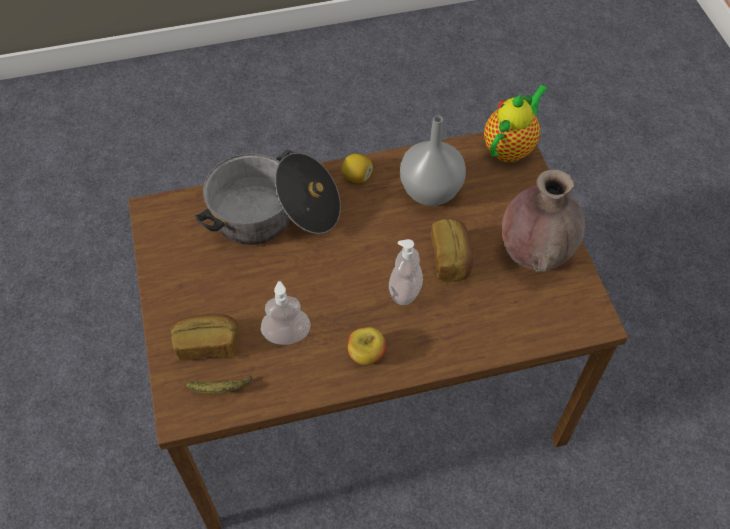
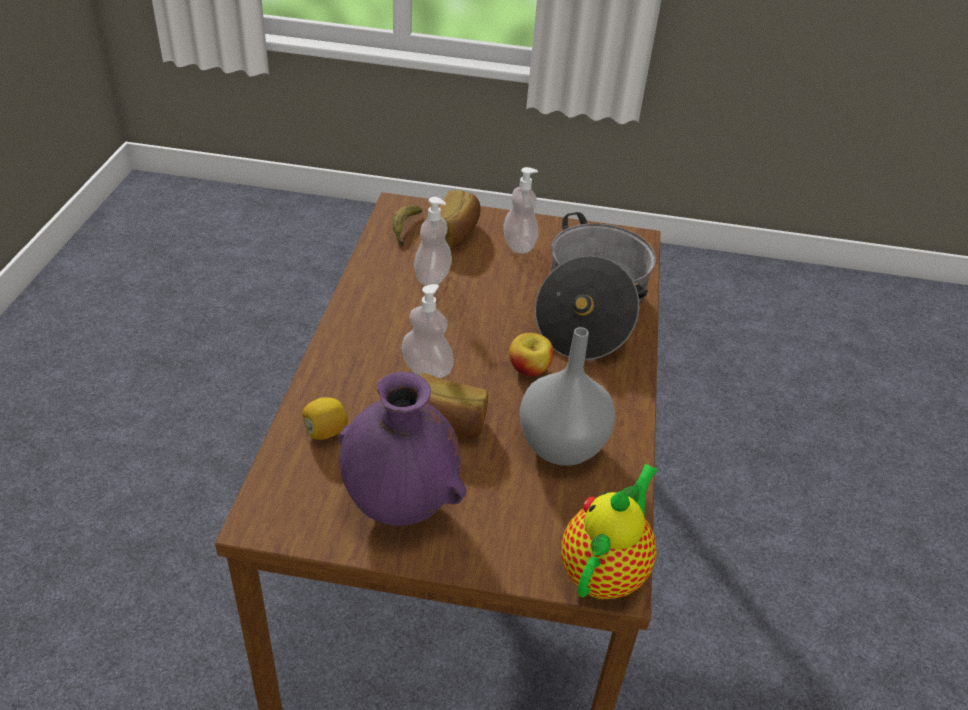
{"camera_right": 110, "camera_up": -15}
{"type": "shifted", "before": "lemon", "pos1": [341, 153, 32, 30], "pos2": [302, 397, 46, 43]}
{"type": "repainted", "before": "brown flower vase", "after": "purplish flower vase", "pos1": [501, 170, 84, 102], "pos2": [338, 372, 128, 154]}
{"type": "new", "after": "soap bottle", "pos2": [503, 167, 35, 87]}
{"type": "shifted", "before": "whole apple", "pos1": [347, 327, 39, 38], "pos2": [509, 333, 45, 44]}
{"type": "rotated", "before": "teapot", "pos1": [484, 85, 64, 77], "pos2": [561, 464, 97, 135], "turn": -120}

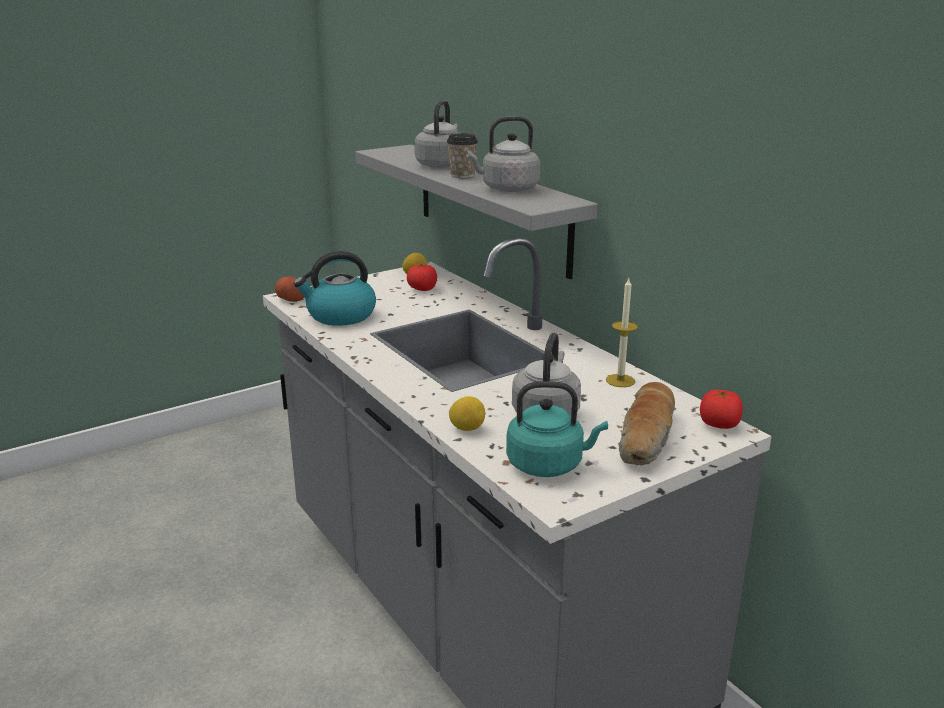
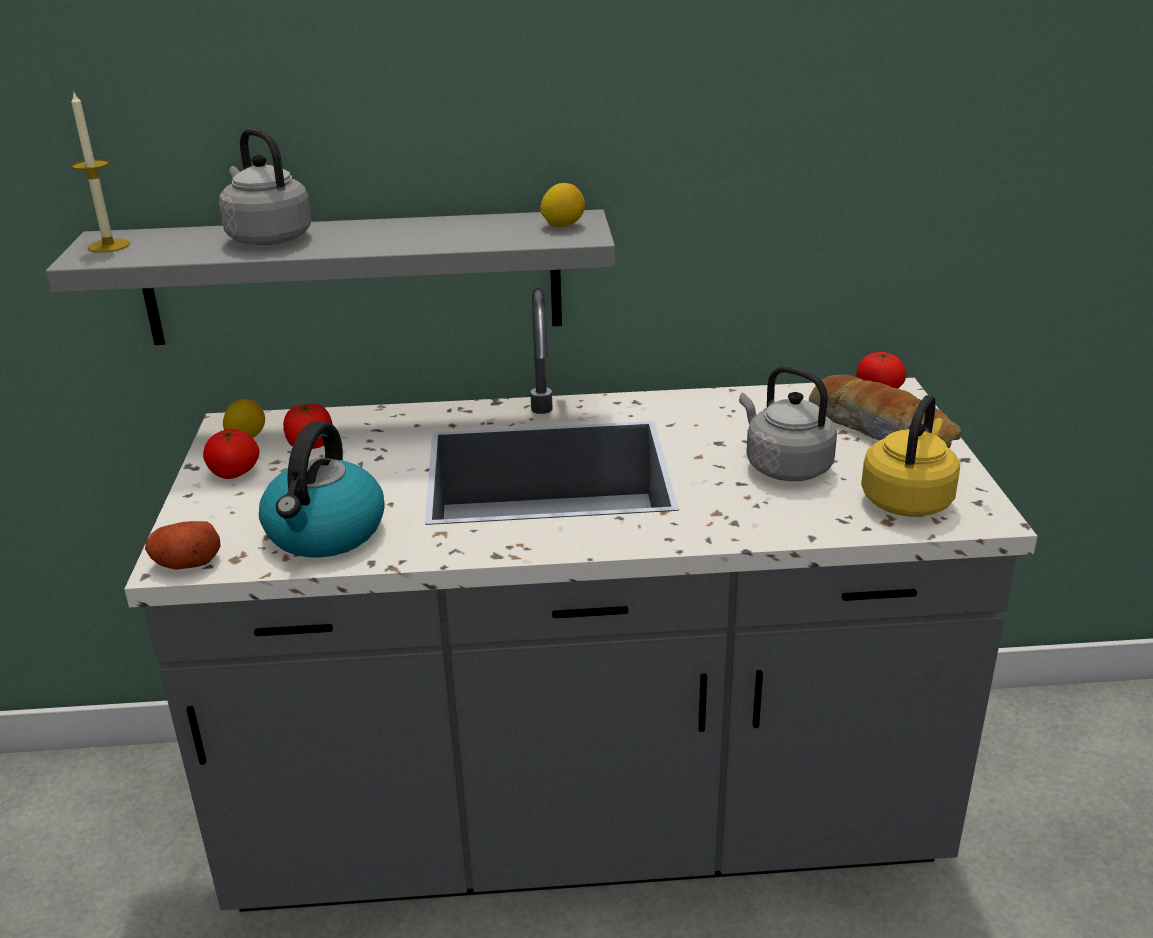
{"camera_right": -60, "camera_up": 5}
{"type": "shifted", "before": "candle", "pos1": [606, 278, 32, 109], "pos2": [71, 90, 59, 163]}
{"type": "new", "after": "tomato", "pos2": [203, 429, 57, 50]}
{"type": "shifted", "before": "lemon", "pos1": [449, 396, 36, 35], "pos2": [540, 183, 45, 44]}
{"type": "repainted", "before": "turquoise-coloured kettle", "after": "yellowish kettle", "pos1": [506, 381, 102, 96], "pos2": [861, 395, 99, 122]}
{"type": "gone", "before": "cup", "pos1": [447, 133, 31, 45]}
{"type": "gone", "before": "greyish kettle", "pos1": [466, 116, 74, 76]}

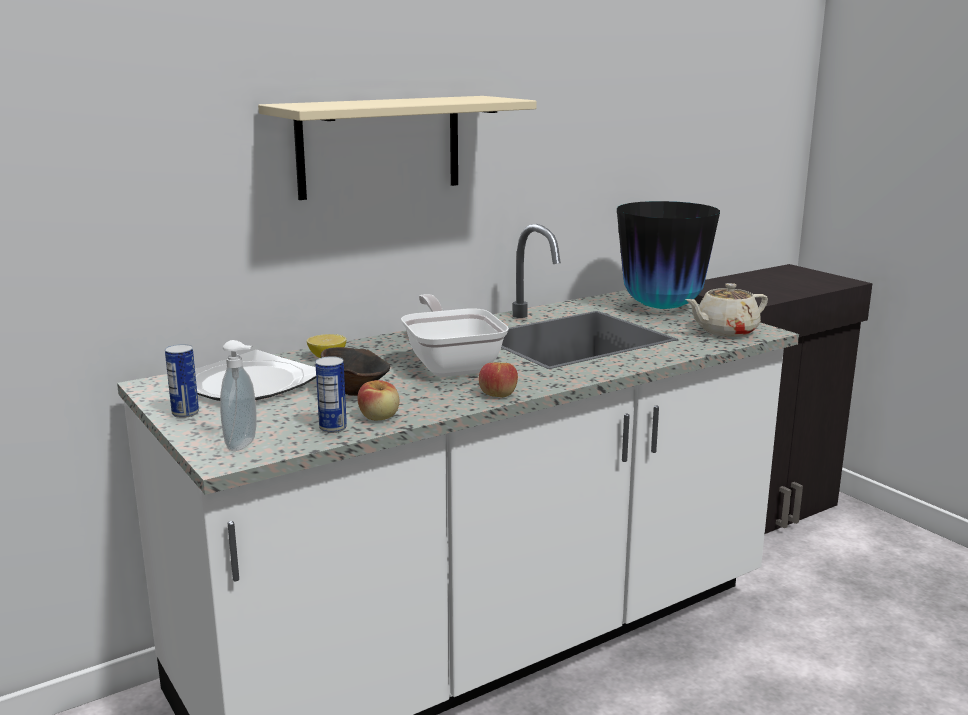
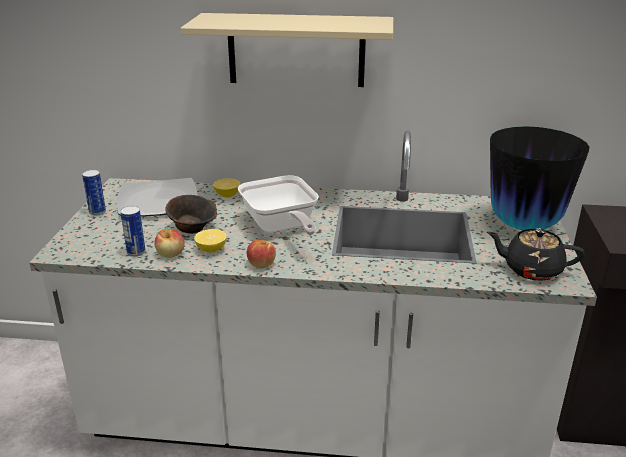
{"camera_right": 40, "camera_up": 10}
{"type": "new", "after": "lemon", "pos2": [194, 229, 33, 24]}
{"type": "rotated", "before": "skillet", "pos1": [401, 294, 108, 83], "pos2": [238, 175, 81, 60], "turn": 135}
{"type": "repainted", "before": "beige-coloured teapot", "after": "black-coloured teapot", "pos1": [686, 283, 82, 54], "pos2": [487, 228, 98, 53]}
{"type": "gone", "before": "soap bottle", "pos1": [220, 340, 37, 111]}

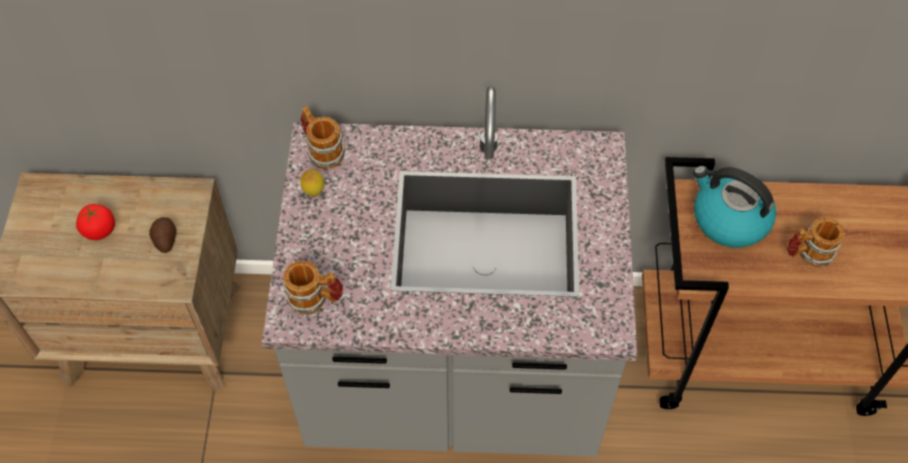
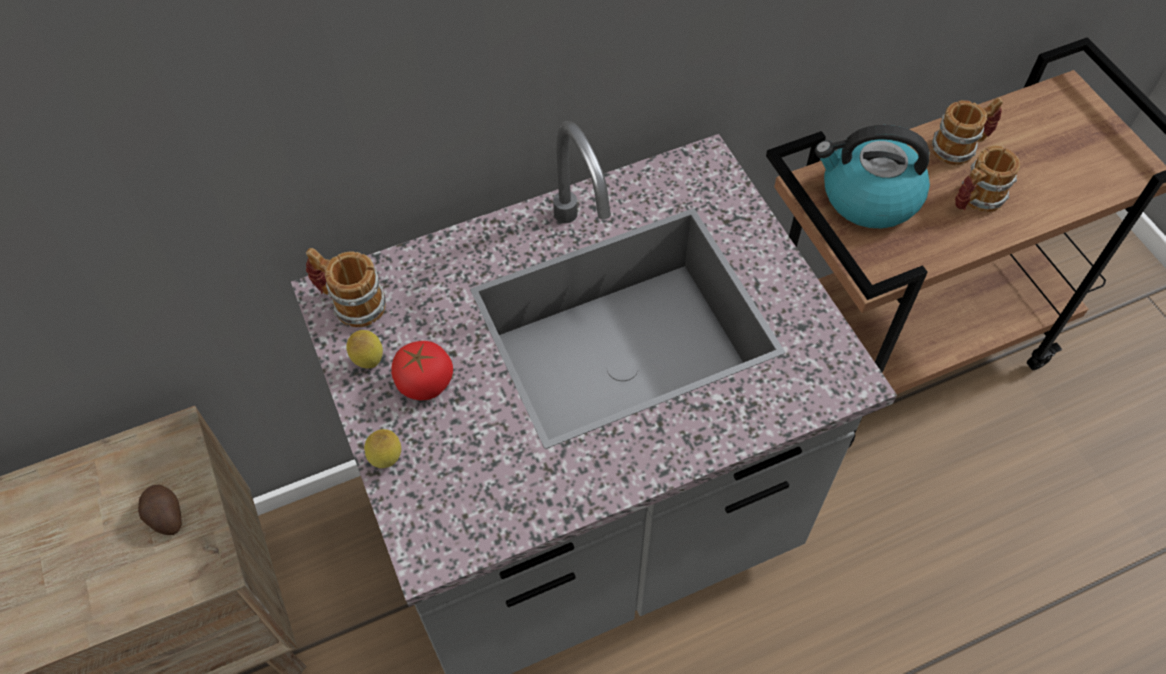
{"camera_right": -25, "camera_up": 0}
{"type": "new", "after": "lemon", "pos2": [364, 429, 37, 39]}
{"type": "shifted", "before": "tomato", "pos1": [76, 204, 39, 36], "pos2": [391, 341, 62, 59]}
{"type": "shifted", "before": "coffee mug", "pos1": [283, 261, 60, 54], "pos2": [932, 97, 71, 68]}

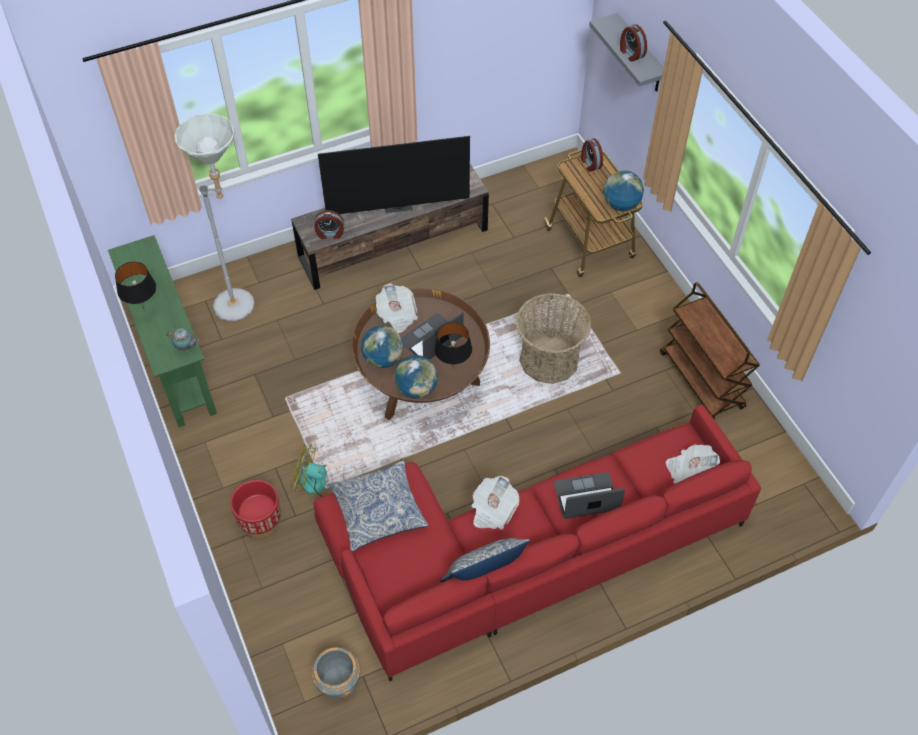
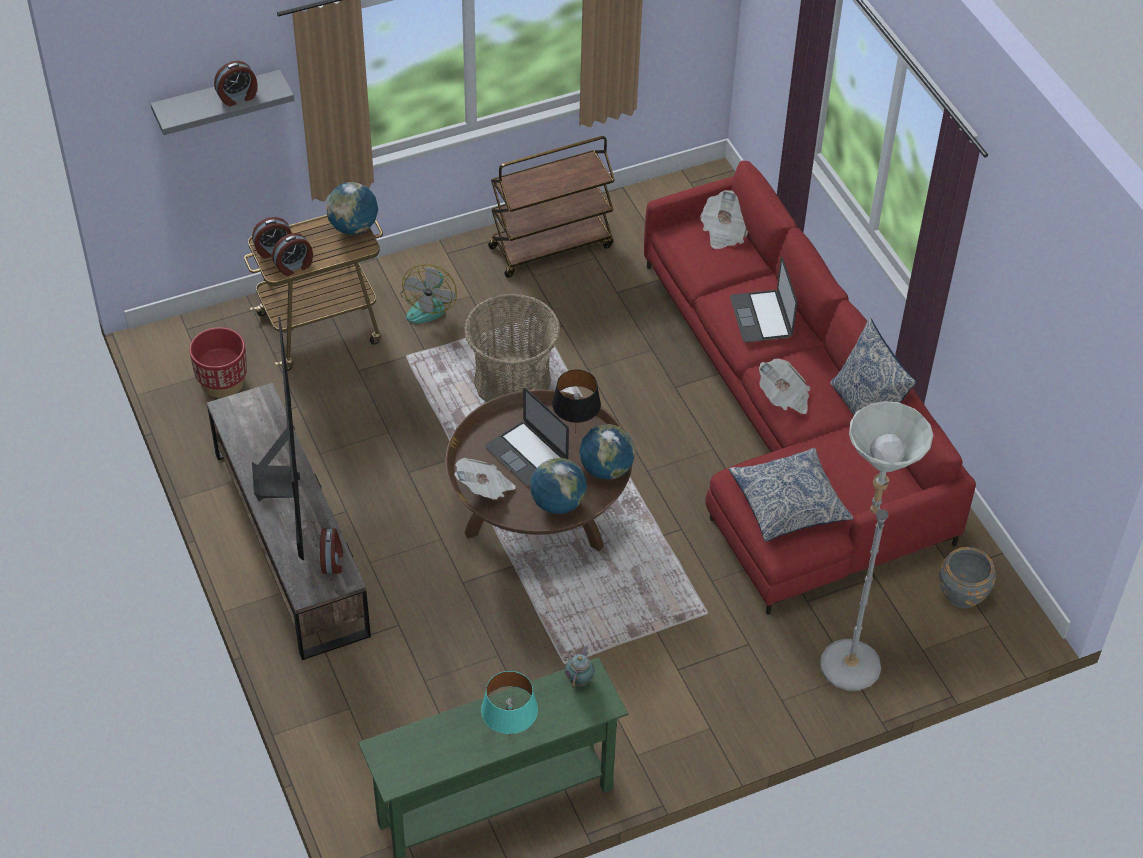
{"camera_right": -90, "camera_up": -5}
{"type": "shifted", "before": "red-coloured plant pot", "pos1": [230, 480, 51, 58], "pos2": [189, 327, 58, 71]}
{"type": "new", "after": "alarm clock", "pos2": [272, 233, 41, 43]}
{"type": "shifted", "before": "electric fan", "pos1": [291, 444, 53, 53], "pos2": [400, 264, 57, 60]}
{"type": "repainted", "before": "black-coloured lamp for a table", "after": "turquoise-coloured lamp for a table", "pos1": [115, 262, 41, 48], "pos2": [481, 671, 57, 66]}
{"type": "shifted", "before": "greyish standard lamp", "pos1": [174, 113, 80, 208], "pos2": [820, 401, 113, 290]}

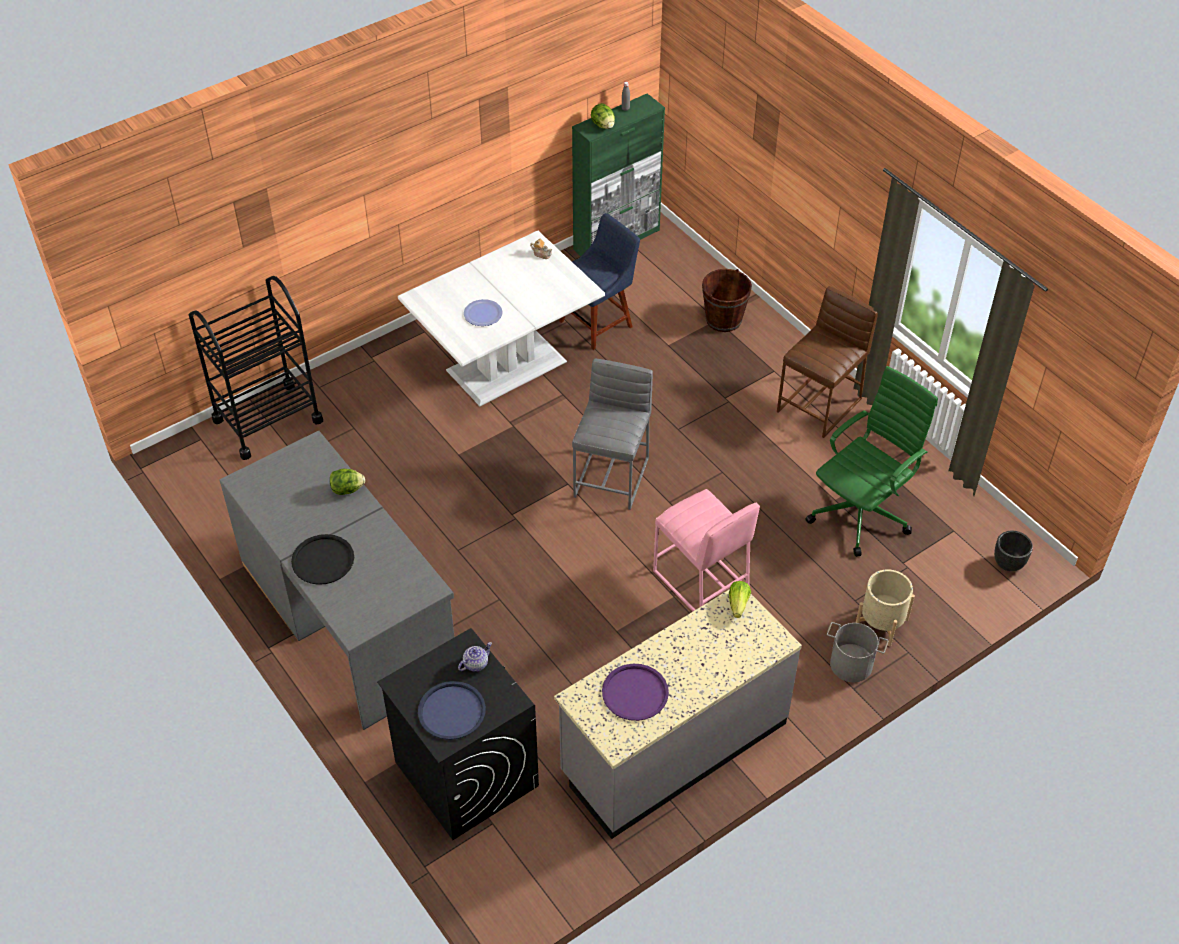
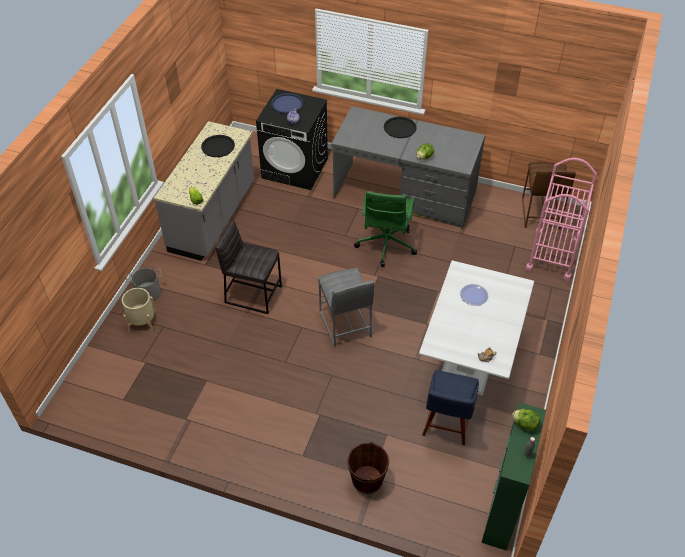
{"camera_right": 145, "camera_up": 0}
{"type": "repainted", "before": "purplish serving tray", "after": "black-coloured serving tray", "pos1": [602, 664, 67, 57], "pos2": [201, 135, 34, 22]}
{"type": "repainted", "before": "pink-coloured sitting stool", "after": "greyish sitting stool", "pos1": [653, 489, 107, 122], "pos2": [215, 220, 67, 94]}
{"type": "shifted", "before": "green-coloured office chair", "pos1": [805, 366, 133, 191], "pos2": [354, 191, 63, 76]}
{"type": "shifted", "before": "brown sitting stool", "pos1": [777, 286, 101, 152], "pos2": [522, 162, 54, 68]}
{"type": "repainted", "before": "black-coloured cart", "after": "pink-coloured cart", "pos1": [189, 276, 134, 184], "pos2": [525, 158, 72, 123]}
{"type": "gone", "before": "black-coloured plant pot", "pos1": [994, 531, 39, 40]}

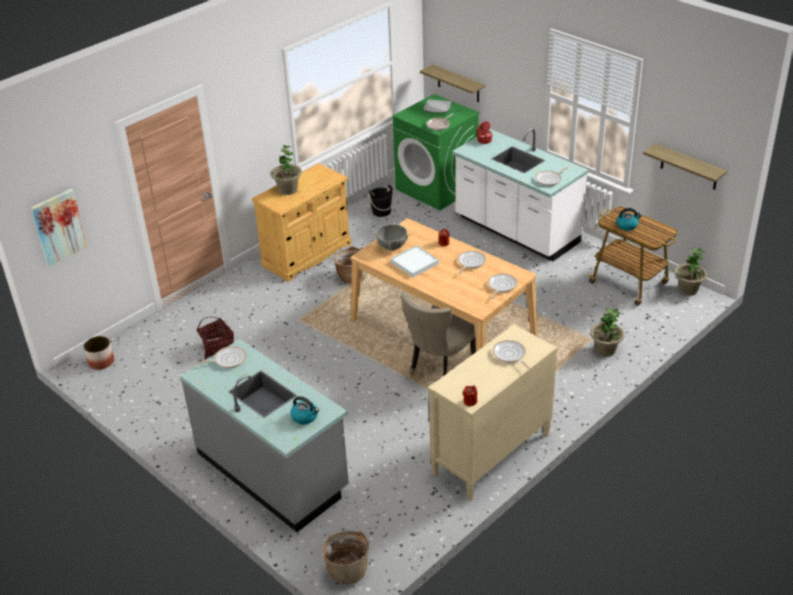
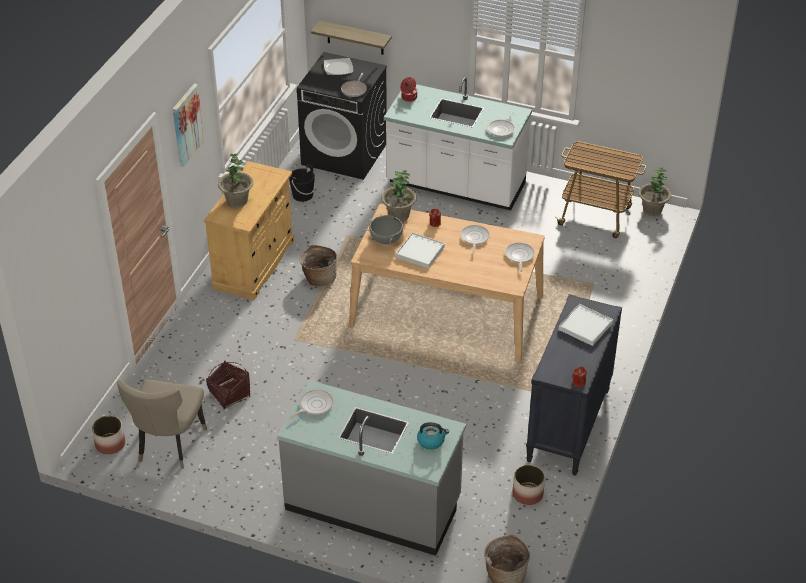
{"camera_right": -25, "camera_up": 5}
{"type": "shifted", "before": "beige-coloured chair", "pos1": [401, 291, 75, 85], "pos2": [117, 380, 90, 89]}
{"type": "shifted", "before": "picture", "pos1": [31, 189, 57, 77], "pos2": [173, 84, 31, 83]}
{"type": "repainted", "before": "green-coloured washing machine", "after": "black-coloured washing machine", "pos1": [393, 94, 87, 117], "pos2": [297, 52, 90, 128]}
{"type": "shifted", "before": "houseplant", "pos1": [590, 307, 35, 50], "pos2": [381, 170, 36, 52]}
{"type": "new", "after": "plant pot", "pos2": [513, 465, 32, 40]}
{"type": "repainted", "before": "beige-coloured chest of drawers", "after": "black-coloured chest of drawers", "pos1": [428, 324, 130, 177], "pos2": [526, 294, 96, 182]}
{"type": "swapped", "before": "skillet", "after": "whitish serving tray", "pos1": [493, 340, 37, 29], "pos2": [559, 304, 54, 42]}
{"type": "gone", "before": "kettle", "pos1": [616, 208, 26, 23]}
{"type": "gone", "before": "bracket shelf", "pos1": [643, 144, 84, 46]}

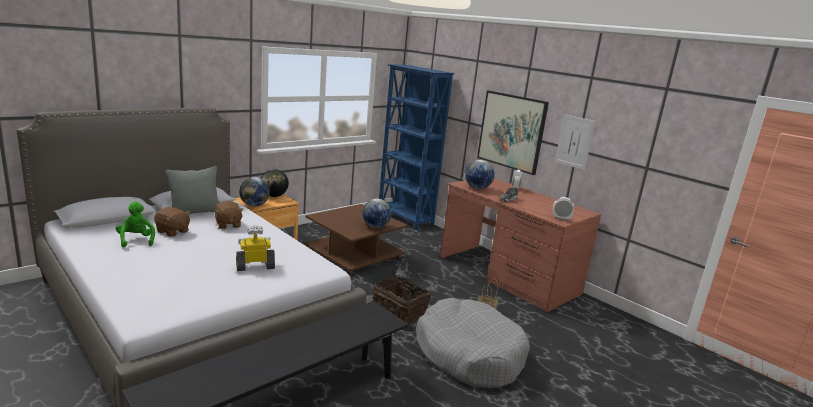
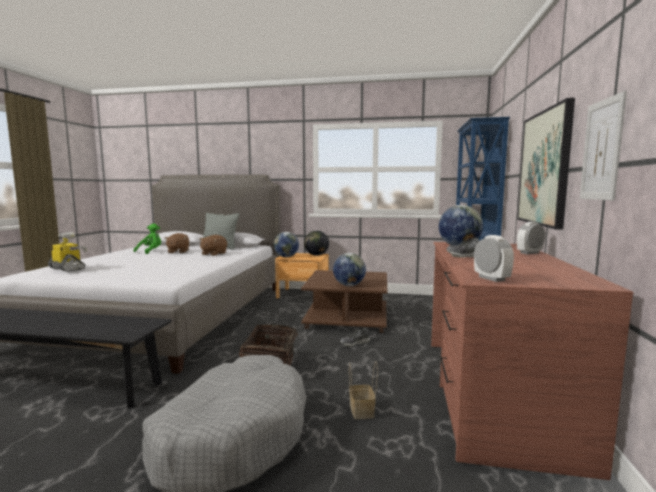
{"camera_right": 55, "camera_up": -10}
{"type": "shifted", "before": "robot figure", "pos1": [236, 225, 39, 46], "pos2": [48, 232, 39, 40]}

